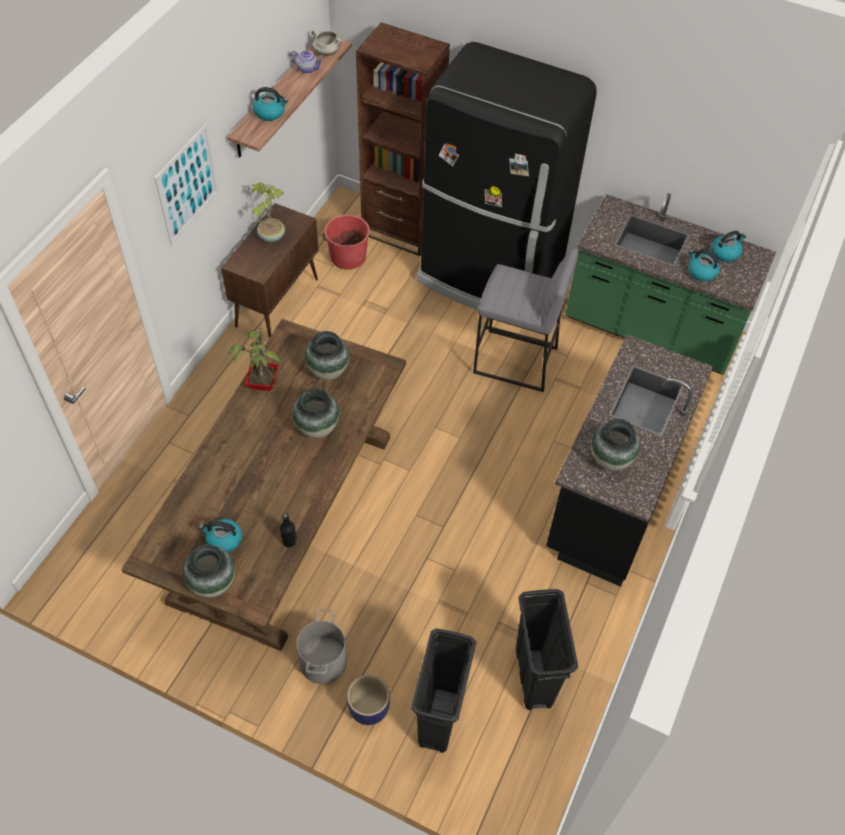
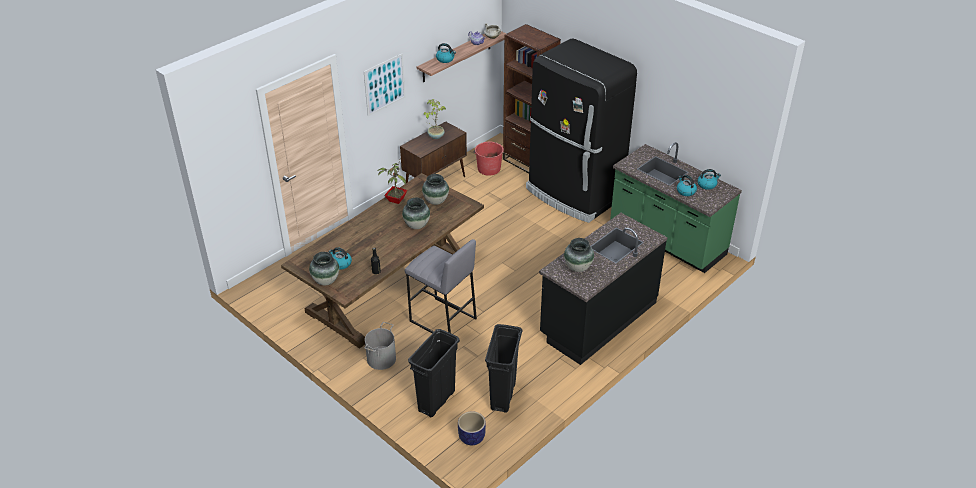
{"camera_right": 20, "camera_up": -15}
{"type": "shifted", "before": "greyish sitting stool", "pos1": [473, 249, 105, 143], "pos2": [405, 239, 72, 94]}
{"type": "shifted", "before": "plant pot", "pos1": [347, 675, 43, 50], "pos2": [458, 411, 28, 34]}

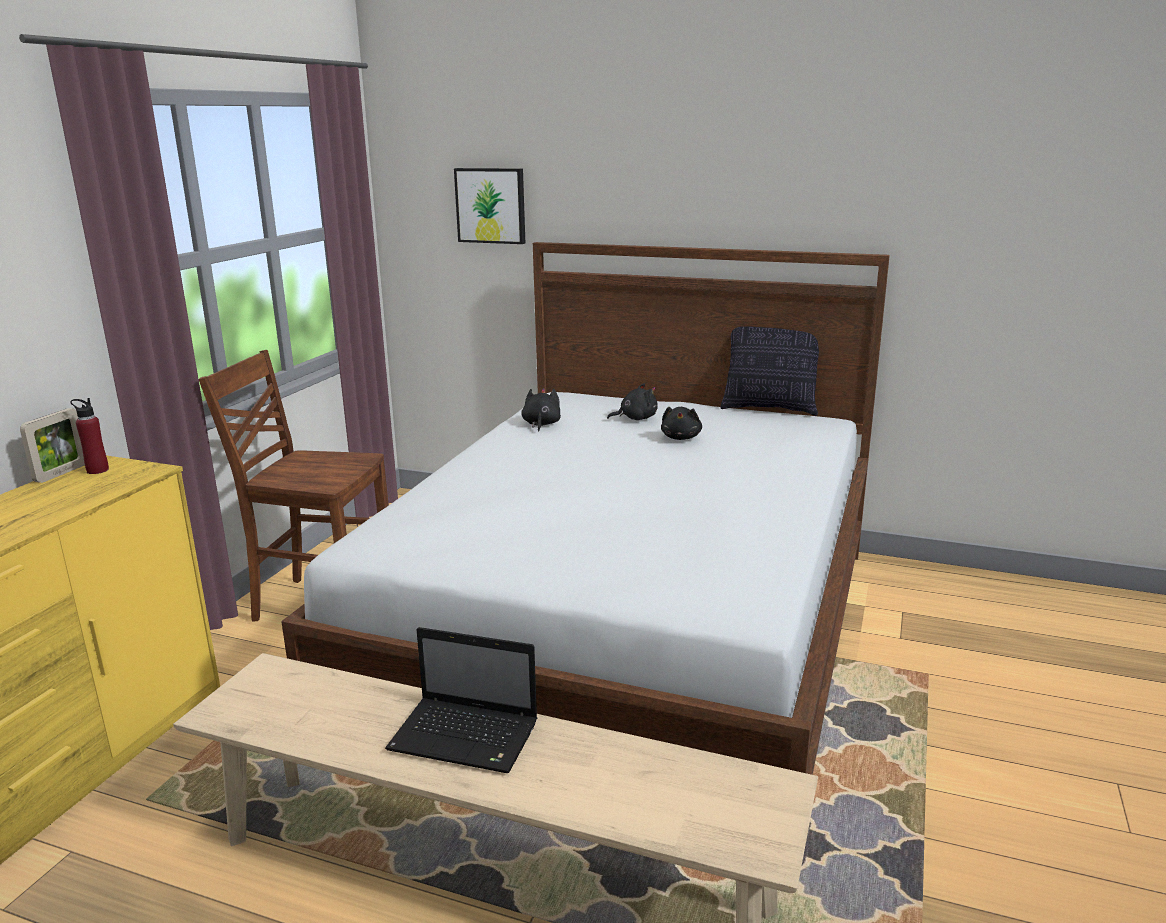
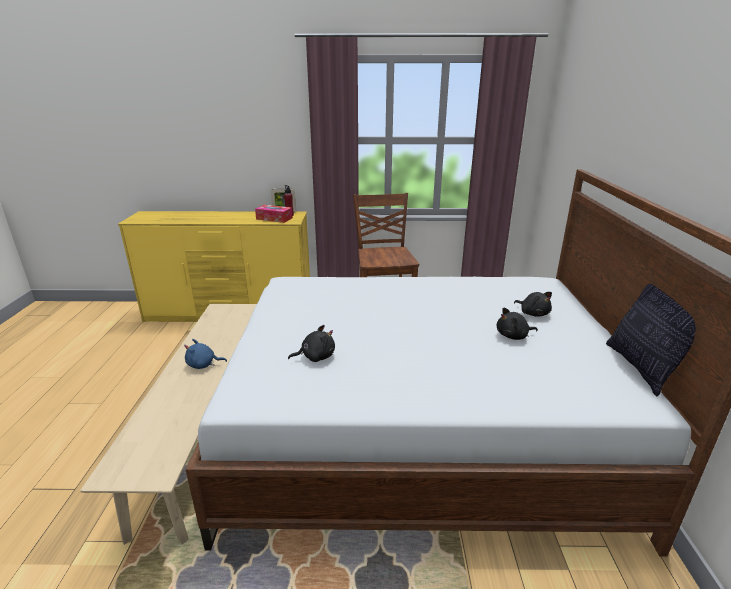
{"camera_right": 70, "camera_up": 5}
{"type": "swapped", "before": "notebook computer", "after": "blue-coloured cuddly toy", "pos1": [385, 627, 152, 146], "pos2": [184, 339, 43, 30]}
{"type": "new", "after": "tissue holder", "pos2": [255, 205, 38, 18]}
{"type": "shifted", "before": "black-coloured cuddly toy", "pos1": [521, 388, 40, 43], "pos2": [288, 325, 47, 37]}
{"type": "gone", "before": "picture", "pos1": [454, 168, 71, 76]}

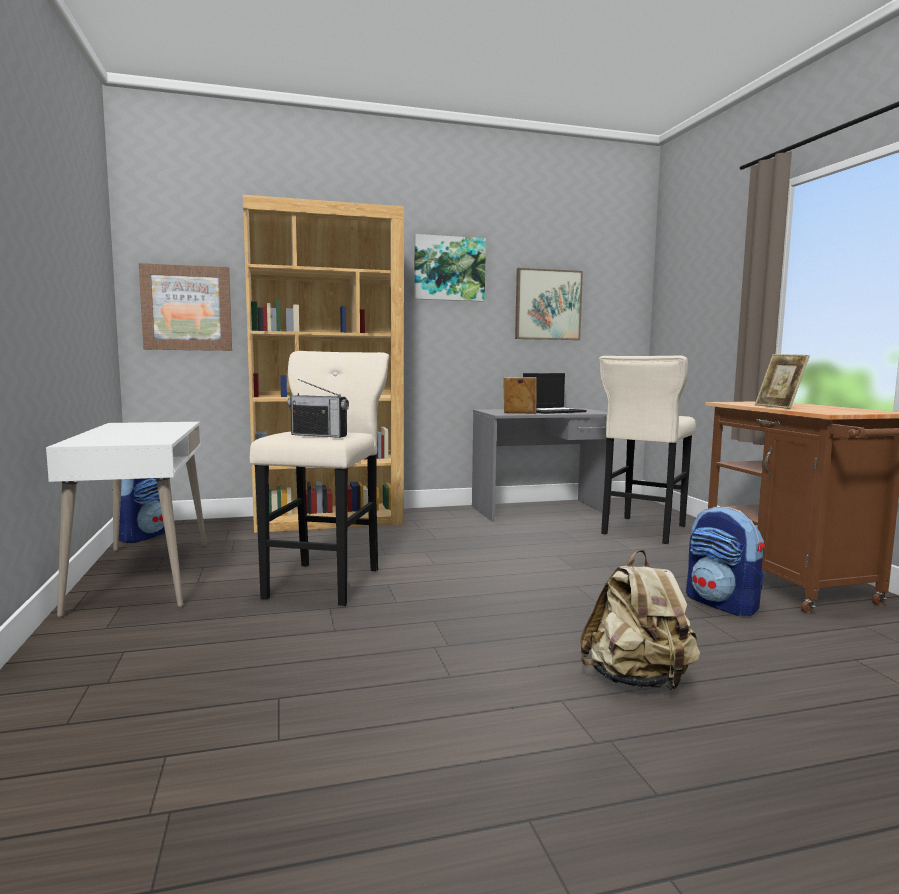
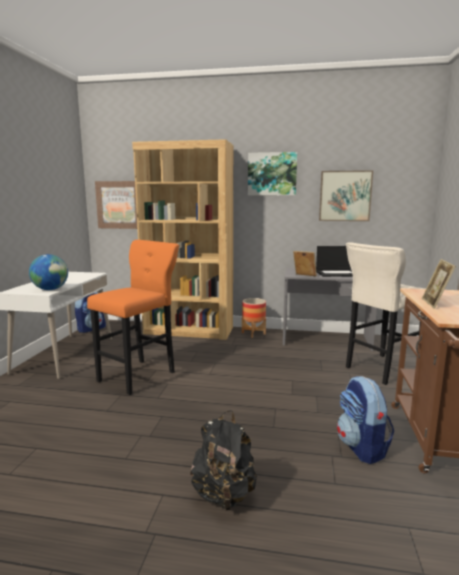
{"camera_right": 25, "camera_up": 5}
{"type": "new", "after": "desk globe", "pos2": [29, 254, 39, 36]}
{"type": "repainted", "before": "beige-coloured sitting stool", "after": "orange-coloured sitting stool", "pos1": [250, 351, 139, 255], "pos2": [87, 240, 92, 155]}
{"type": "repainted", "before": "beige-coloured knapsack", "after": "black-coloured knapsack", "pos1": [580, 550, 120, 140], "pos2": [190, 410, 67, 100]}
{"type": "new", "after": "plant pot", "pos2": [242, 298, 24, 40]}
{"type": "gone", "before": "radio set", "pos1": [287, 379, 62, 59]}

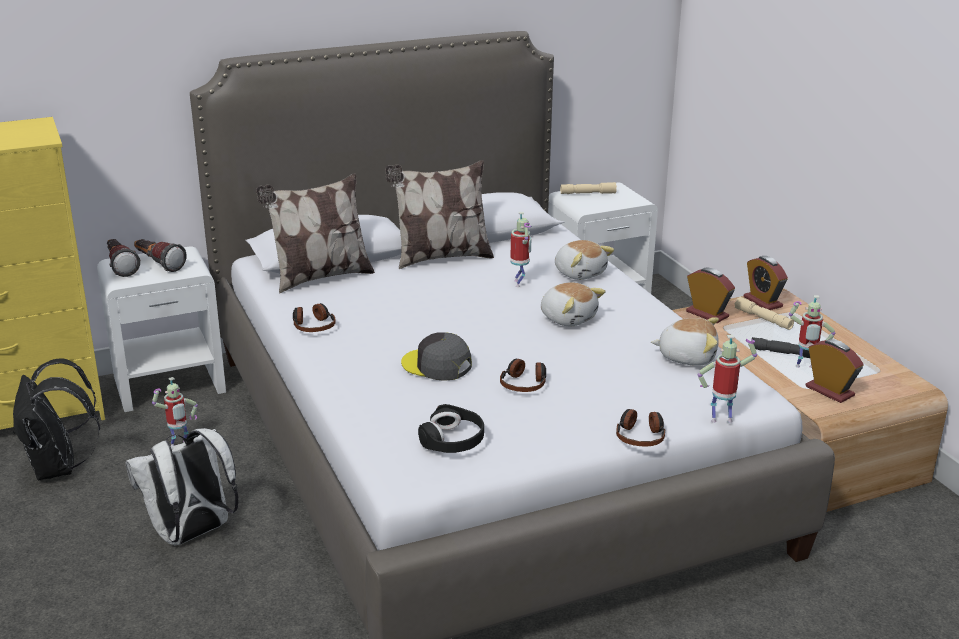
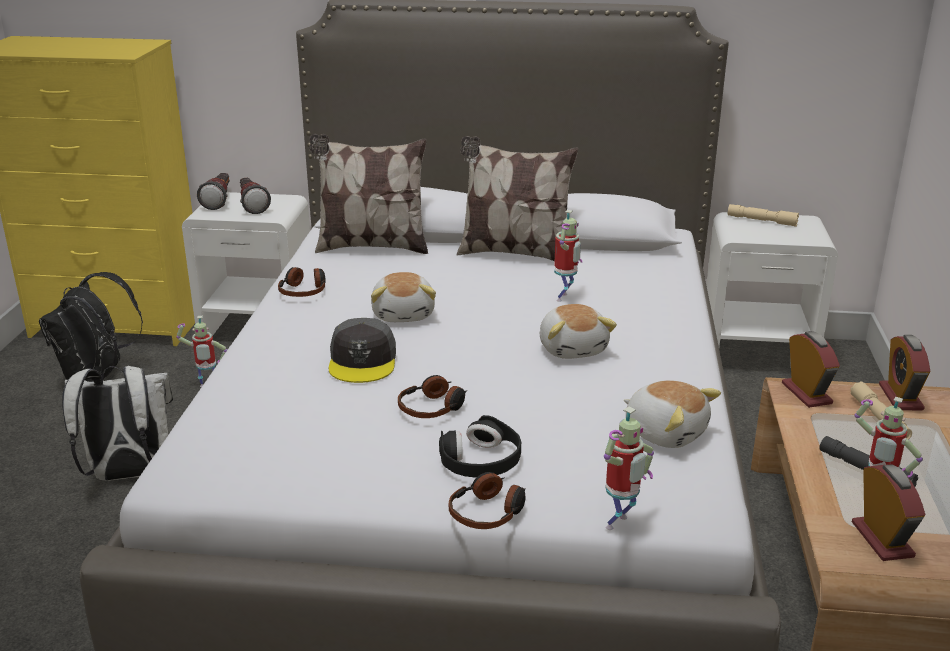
{"camera_right": 30, "camera_up": 0}
{"type": "rotated", "before": "greyish peaked cap", "pos1": [401, 332, 71, 49], "pos2": [329, 318, 67, 65], "turn": -150}
{"type": "shifted", "before": "cuddly toy", "pos1": [555, 240, 59, 40], "pos2": [371, 272, 65, 50]}
{"type": "shifted", "before": "black-coloured pair of headphones", "pos1": [418, 404, 66, 49], "pos2": [439, 415, 82, 62]}
{"type": "rotated", "before": "robot figure", "pos1": [698, 335, 59, 88], "pos2": [604, 406, 50, 124], "turn": 105}

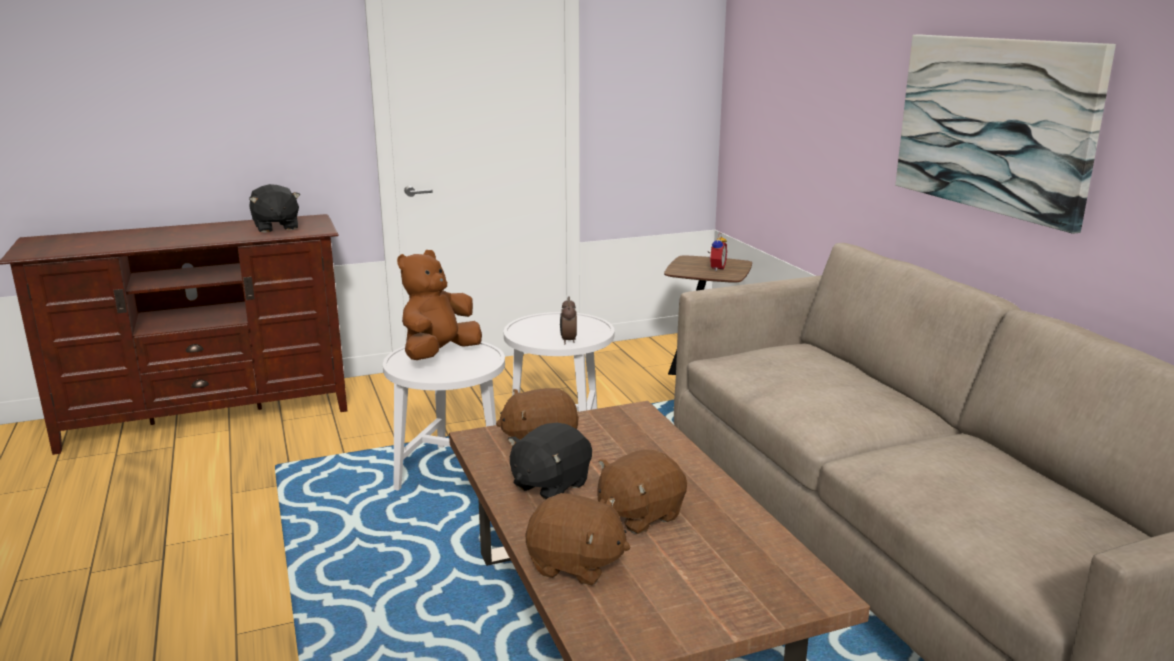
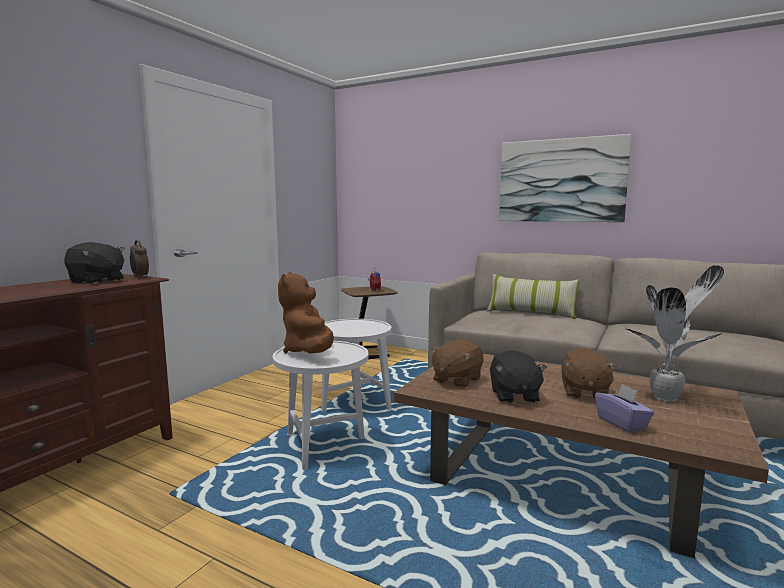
{"camera_right": -40, "camera_up": -10}
{"type": "shifted", "before": "alarm clock", "pos1": [560, 296, 17, 48], "pos2": [130, 240, 19, 38]}
{"type": "new", "after": "throw pillow", "pos2": [487, 274, 93, 45]}
{"type": "swapped", "before": "brown cuddly toy", "after": "purplish tissue holder", "pos1": [526, 493, 104, 92], "pos2": [595, 384, 59, 49]}
{"type": "new", "after": "houseplant", "pos2": [626, 265, 98, 137]}

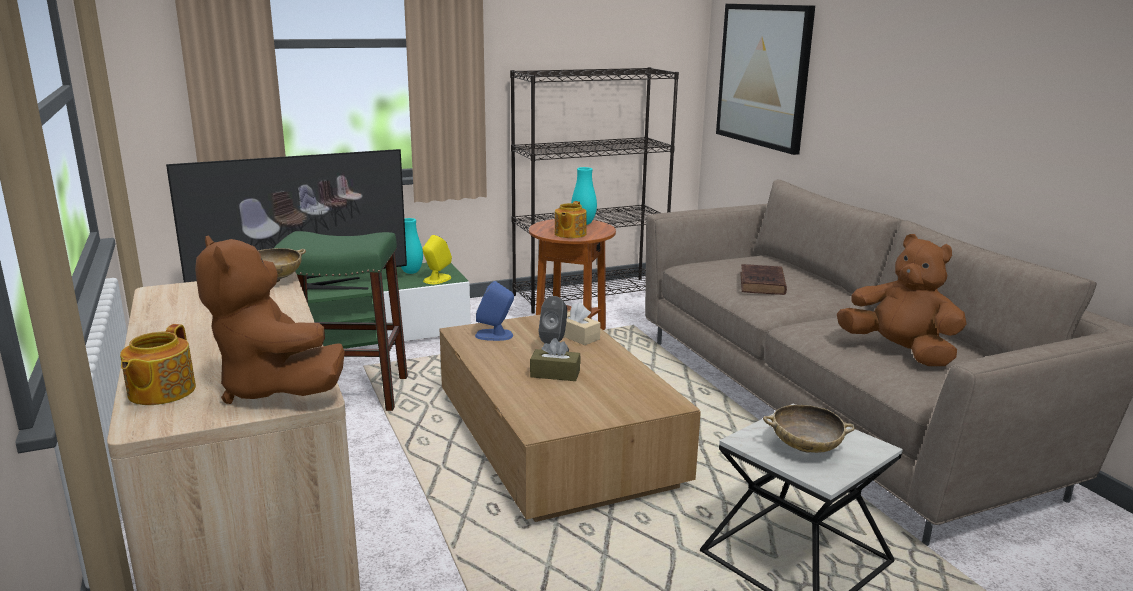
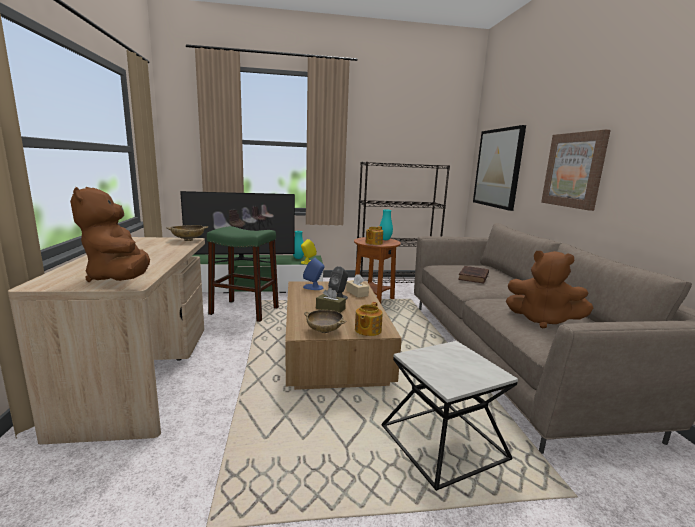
{"camera_right": 15, "camera_up": -5}
{"type": "shifted", "before": "beige-coloured bowl", "pos1": [763, 405, 93, 48], "pos2": [304, 310, 42, 23]}
{"type": "shifted", "before": "teapot", "pos1": [120, 324, 76, 81], "pos2": [355, 302, 28, 34]}
{"type": "rotated", "before": "brown cuddly toy", "pos1": [837, 234, 129, 132], "pos2": [506, 251, 87, 77], "turn": 150}
{"type": "new", "after": "picture", "pos2": [541, 130, 70, 81]}

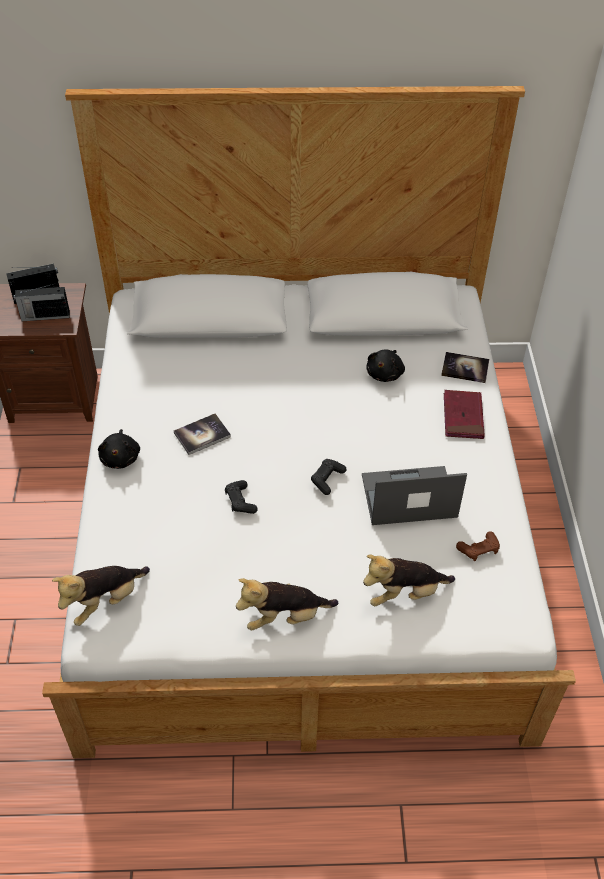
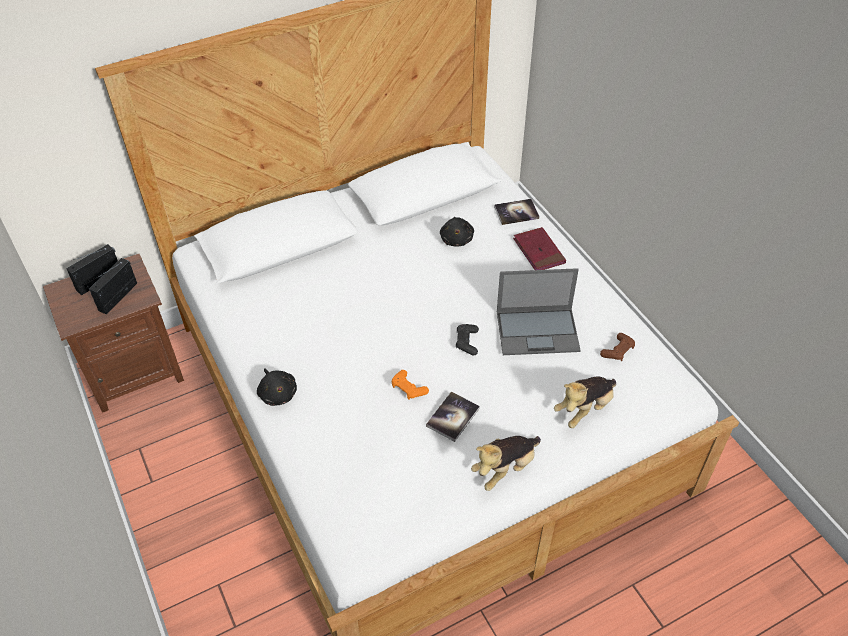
{"camera_right": -25, "camera_up": 0}
{"type": "rotated", "before": "radio set", "pos1": [14, 283, 56, 38], "pos2": [89, 258, 48, 56], "turn": 150}
{"type": "repainted", "before": "black-coloured gamepad", "after": "orange-coloured gamepad", "pos1": [225, 480, 33, 34], "pos2": [392, 370, 37, 30]}
{"type": "shifted", "before": "book", "pos1": [174, 413, 57, 42], "pos2": [426, 391, 54, 51]}
{"type": "rotated", "before": "notebook computer", "pos1": [362, 466, 105, 59], "pos2": [497, 268, 84, 87], "turn": -150}
{"type": "gone", "before": "cuddly toy", "pos1": [52, 566, 98, 60]}

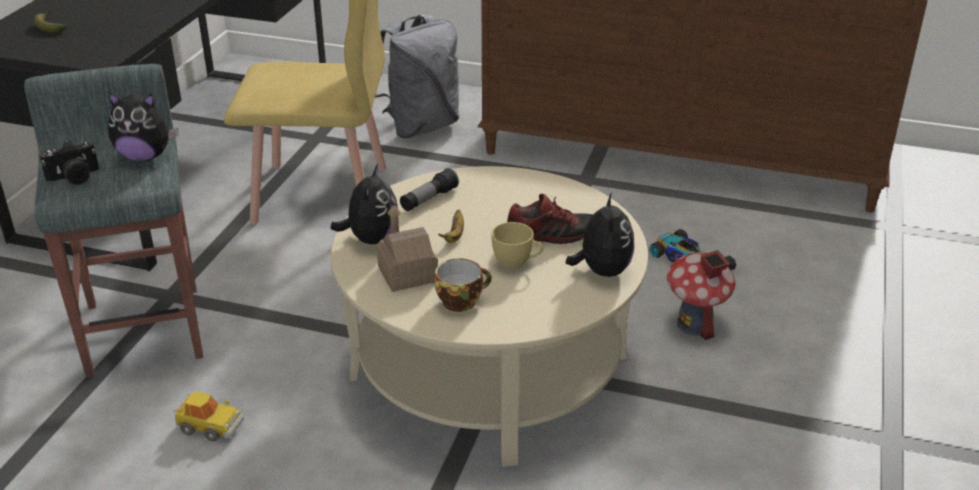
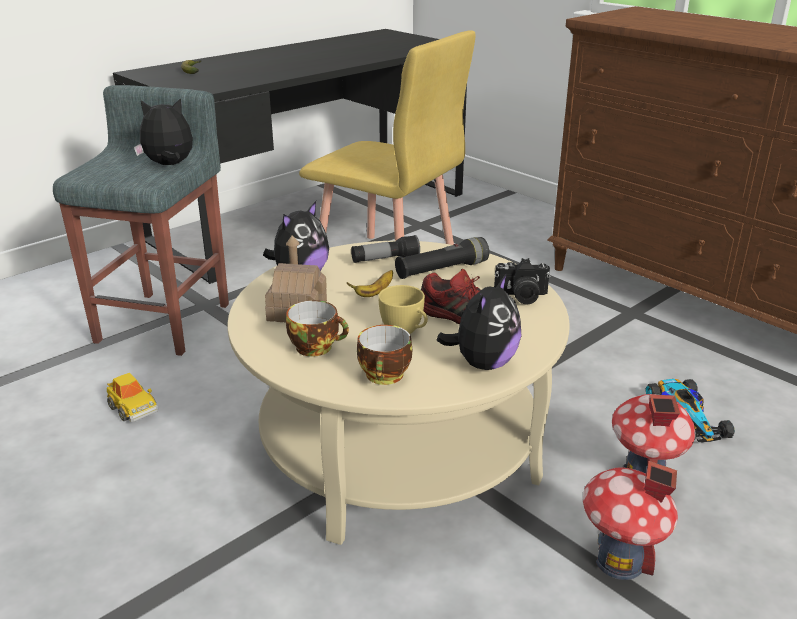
{"camera_right": 30, "camera_up": -5}
{"type": "rotated", "before": "cuddly toy", "pos1": [108, 92, 70, 69], "pos2": [134, 98, 59, 67], "turn": 135}
{"type": "new", "after": "cup", "pos2": [357, 325, 55, 60]}
{"type": "new", "after": "black-coloured flashlight", "pos2": [395, 237, 94, 42]}
{"type": "shifted", "before": "photo camera", "pos1": [39, 140, 60, 45], "pos2": [494, 258, 56, 47]}
{"type": "new", "after": "toy house", "pos2": [583, 461, 95, 119]}
{"type": "gone", "before": "greyish knapsack", "pos1": [375, 14, 84, 124]}

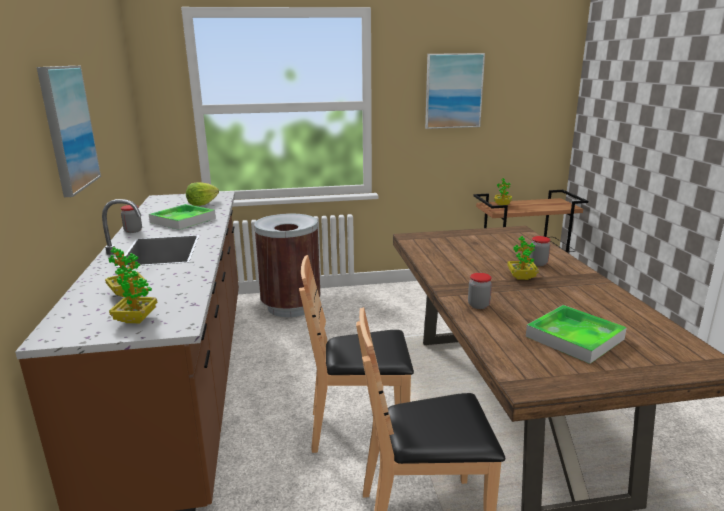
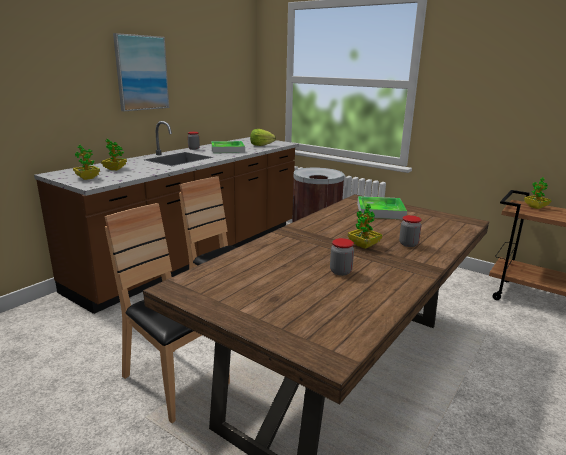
{"camera_right": 45, "camera_up": 0}
{"type": "shifted", "before": "preserve jar", "pos1": [468, 273, 24, 36], "pos2": [330, 238, 24, 38]}
{"type": "shifted", "before": "serving tray", "pos1": [526, 305, 101, 59], "pos2": [357, 196, 50, 23]}
{"type": "gone", "before": "picture", "pos1": [425, 53, 60, 76]}

